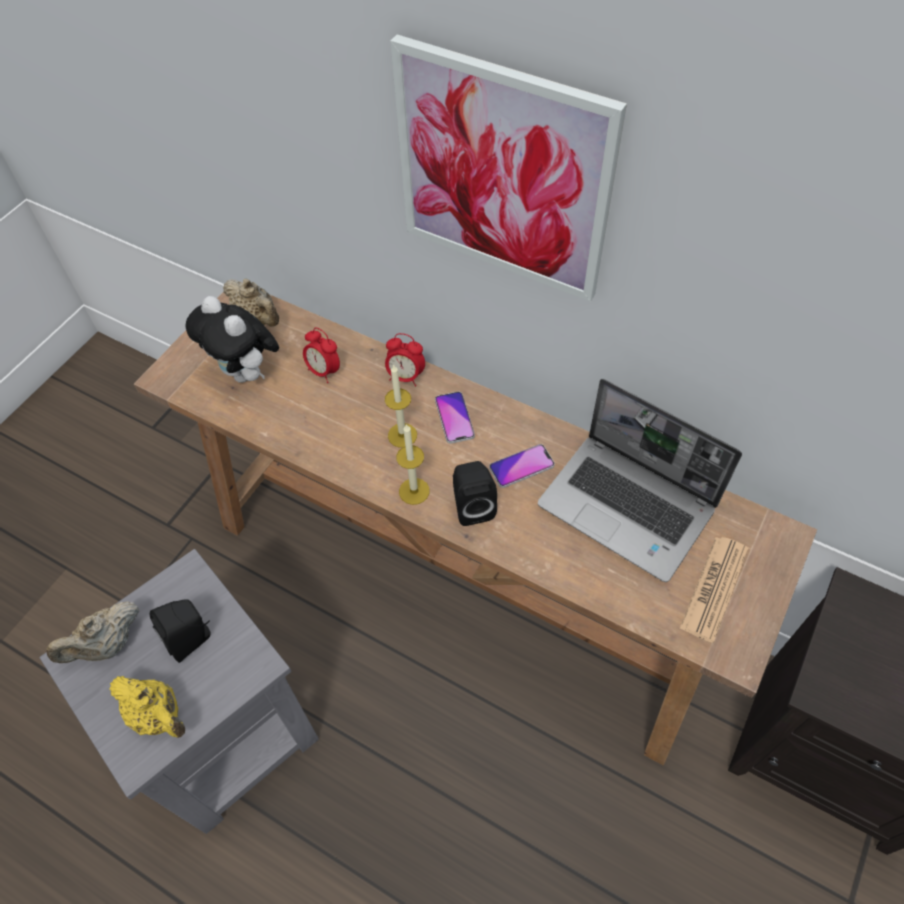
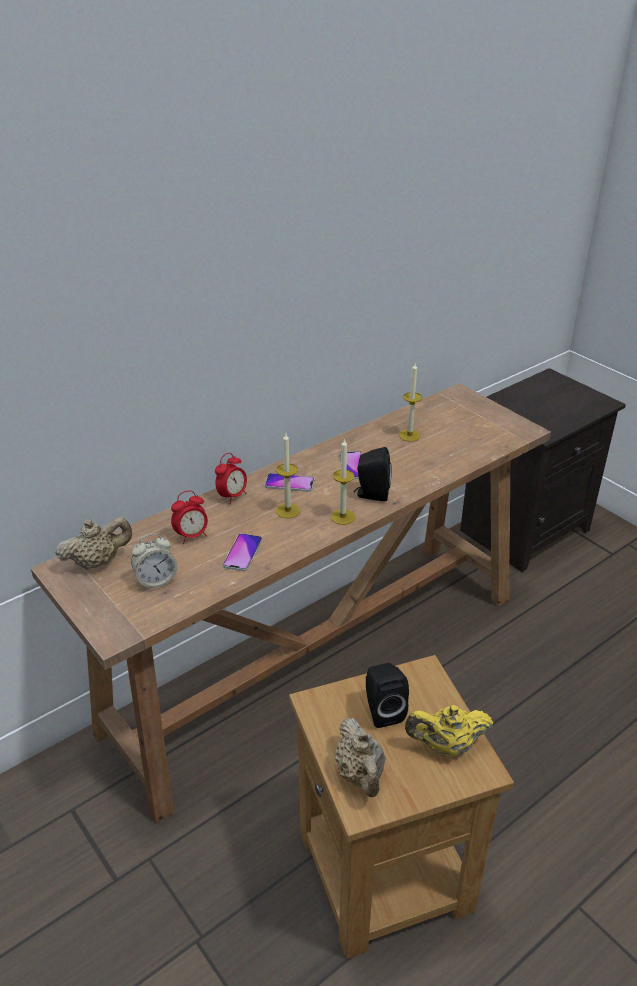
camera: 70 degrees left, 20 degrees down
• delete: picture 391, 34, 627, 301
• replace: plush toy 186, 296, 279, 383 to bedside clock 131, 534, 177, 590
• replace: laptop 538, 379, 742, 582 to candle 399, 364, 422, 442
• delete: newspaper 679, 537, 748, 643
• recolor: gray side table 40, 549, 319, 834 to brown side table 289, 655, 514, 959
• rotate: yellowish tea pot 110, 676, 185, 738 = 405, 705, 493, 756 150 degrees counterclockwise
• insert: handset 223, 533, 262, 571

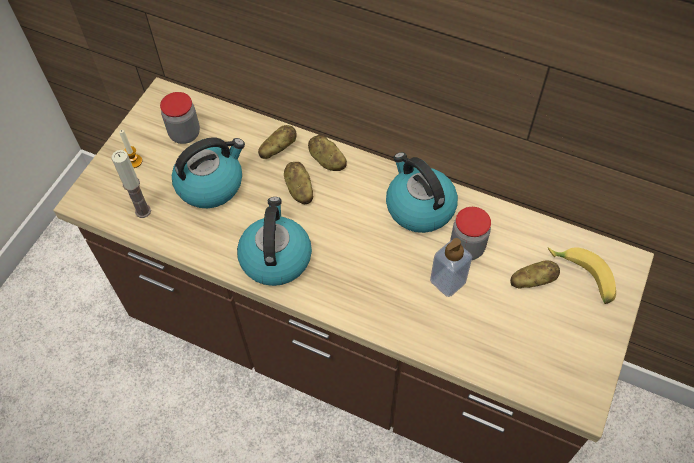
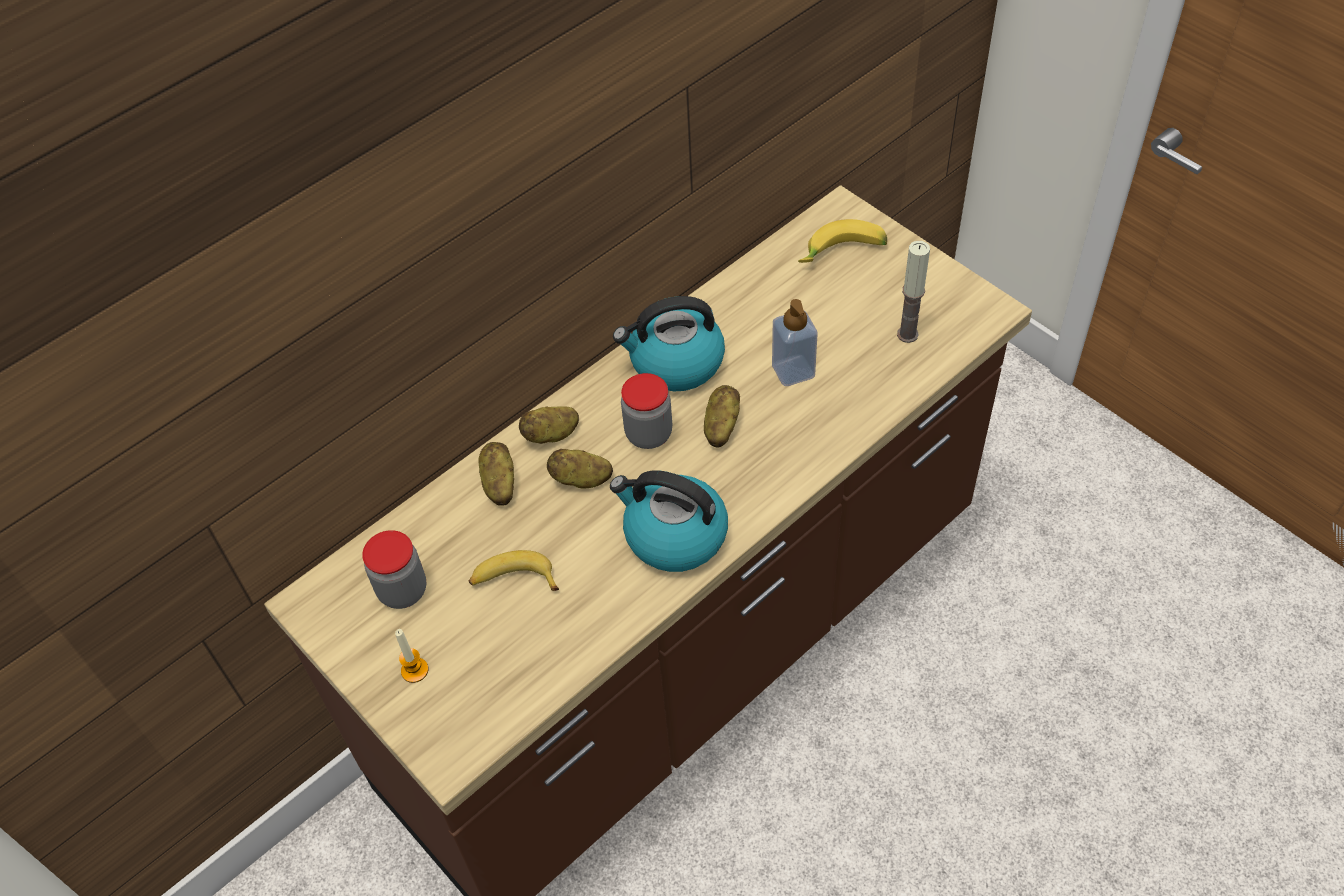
camera: 65 degrees left, 5 degrees down
• replace: kettle 172, 137, 245, 208 to banana 469, 550, 559, 591
• move: candle 112, 150, 151, 218 to 897, 241, 930, 343
• move: preserve jar 450, 207, 491, 260 to 621, 373, 672, 449
• move: spud 510, 260, 560, 288 to 704, 385, 740, 448

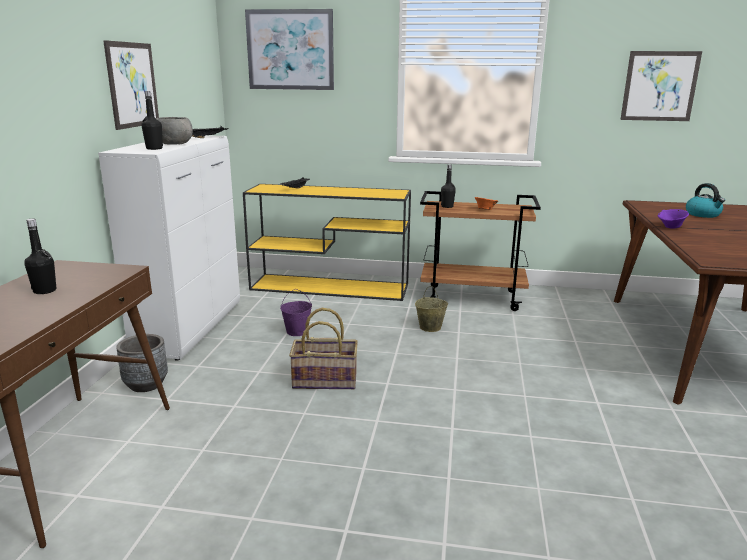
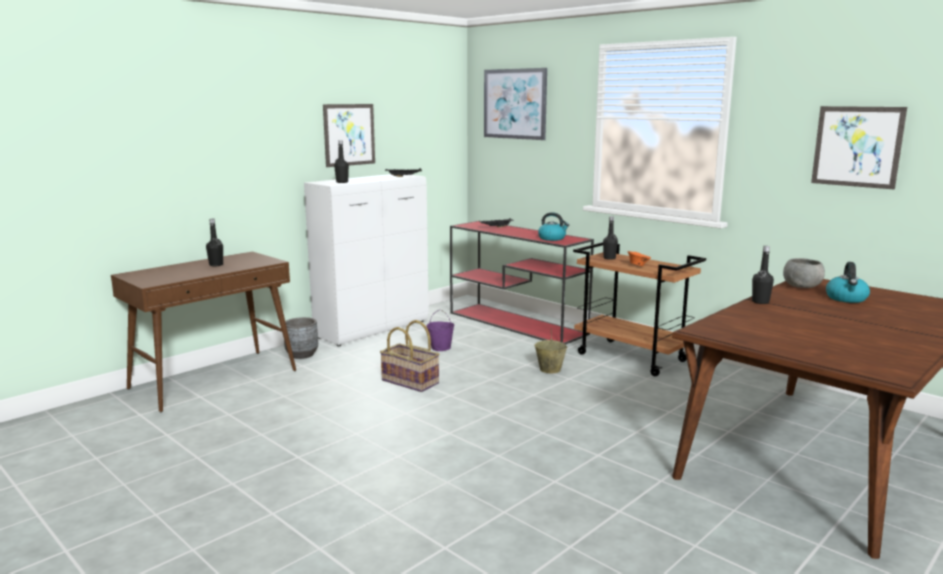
camera: 35 degrees right, 5 degrees down
• move: gray bowl 157, 117, 193, 145 to 783, 258, 825, 288
• recolor: yellowish hall table 243, 184, 411, 301 to red hall table 450, 221, 594, 345
• replace: purple-coloured bowl 658, 209, 689, 229 to blackish drink bottle 752, 246, 774, 304
• insert: kettle 538, 212, 569, 241

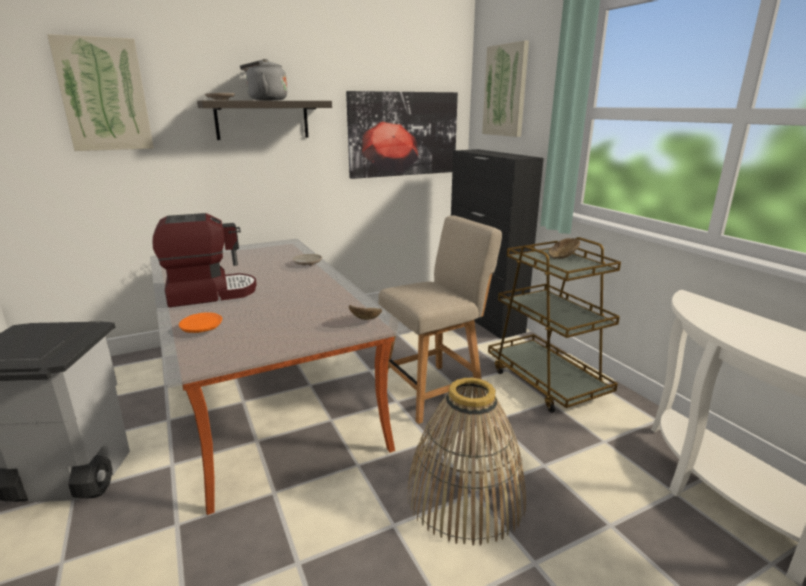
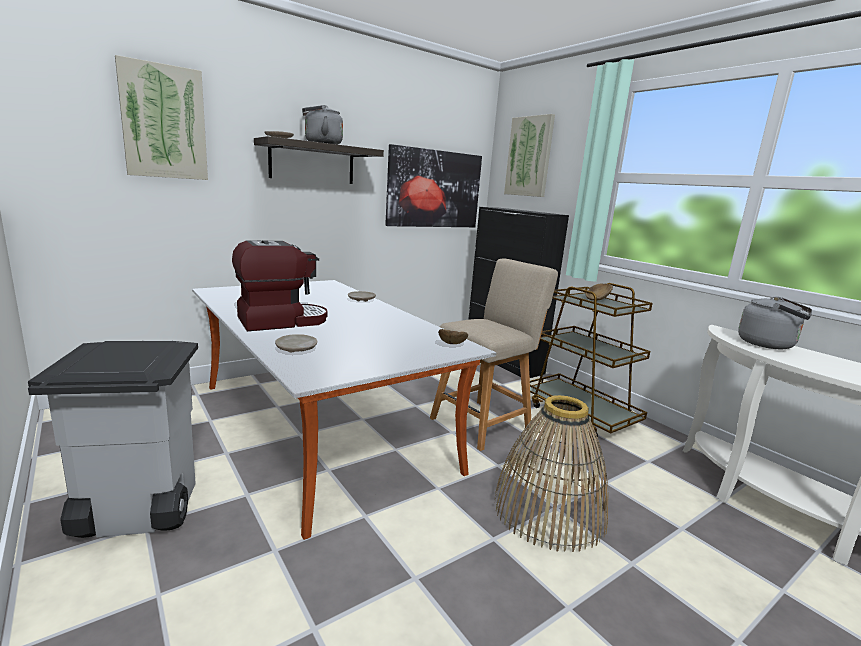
camera: 10 degrees left, 5 degrees down
• recolor: orange-coloured plate 179, 312, 222, 333 to beige plate 275, 334, 318, 352
• insert: gray kettle 738, 296, 812, 349

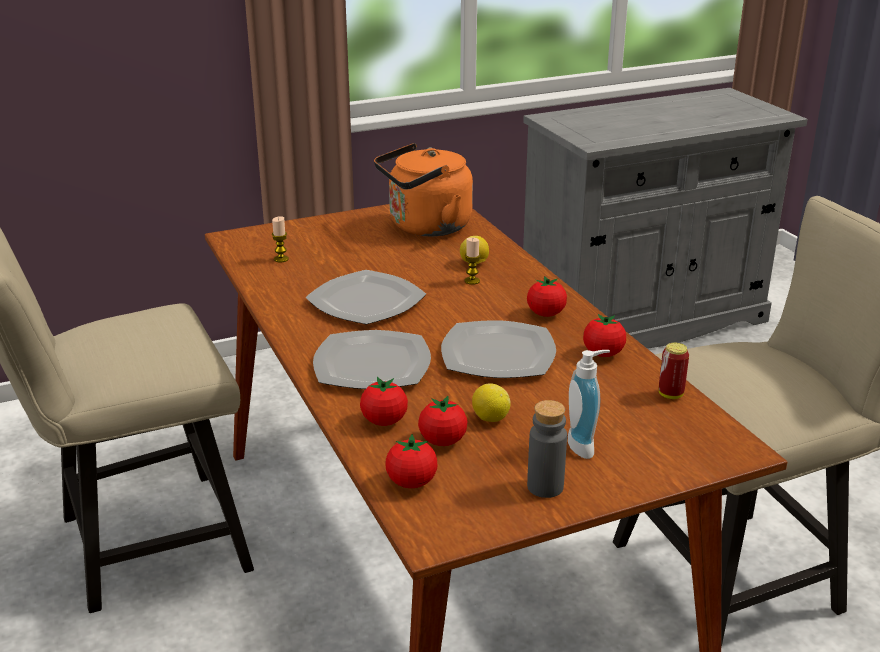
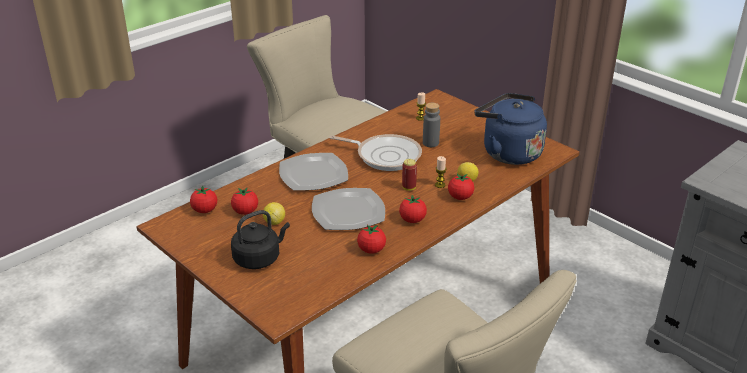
camera: 70 degrees right, 5 degrees up
• recolor: orange-coloured kettle 374, 143, 473, 236 to bluish kettle 475, 93, 547, 165
• replace: plate 306, 270, 426, 325 to pan 329, 134, 422, 171
• move: metal can 659, 343, 689, 399 to 402, 159, 417, 191
• replace: liquid soap bottle 568, 350, 610, 459 to blackish kettle 231, 210, 290, 269
• move: tomato 360, 377, 408, 426 to 448, 174, 474, 200
• move: gray drink bottle 527, 400, 567, 498 to 423, 103, 440, 147

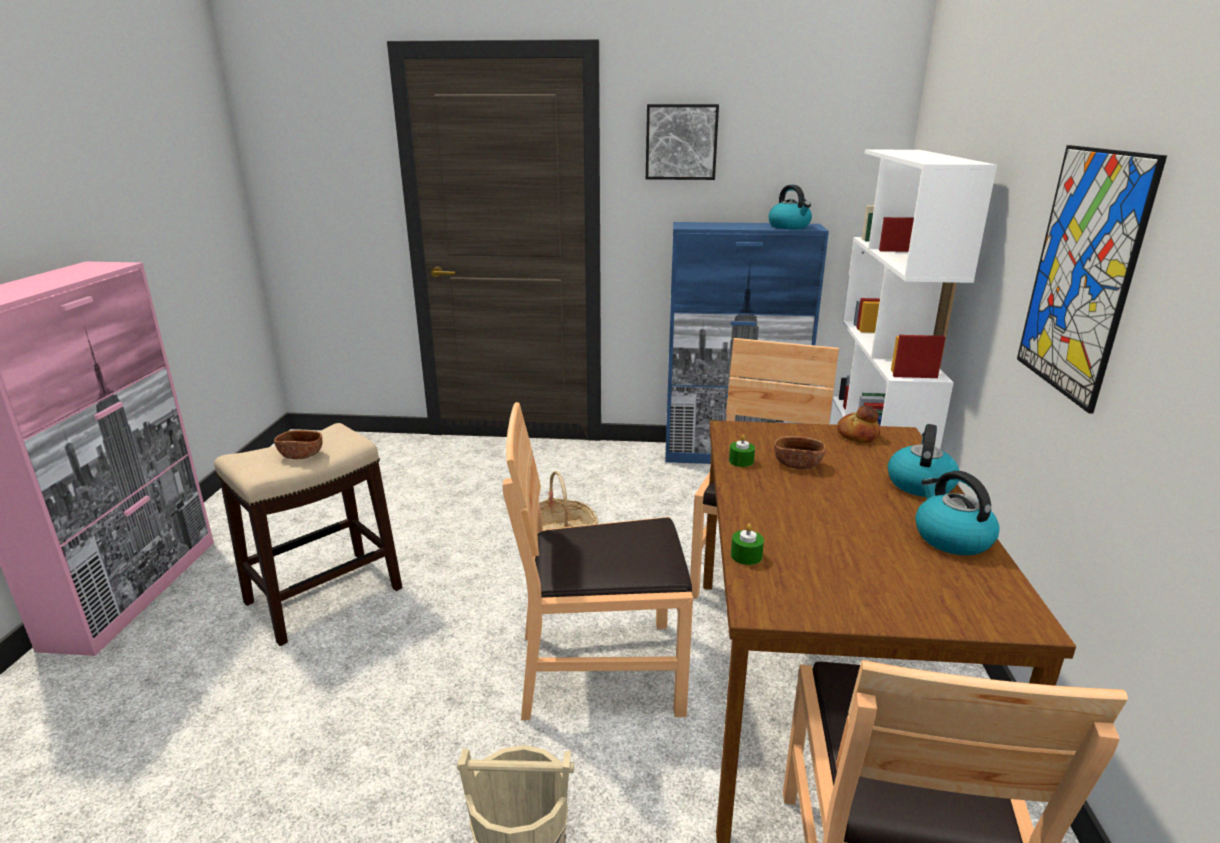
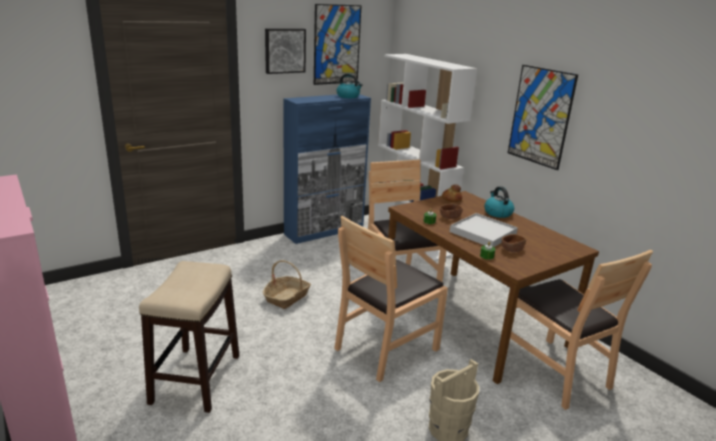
camera: 40 degrees left, 0 degrees up
• move: brown bowl 274, 430, 322, 459 to 501, 234, 526, 252
• delete: kettle 915, 471, 1000, 555
• insert: picture 314, 4, 362, 85
• insert: whitish serving tray 450, 213, 518, 247

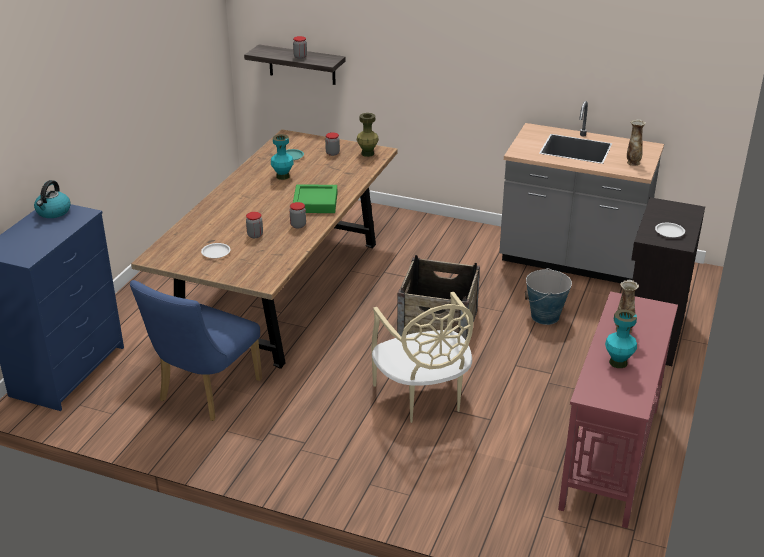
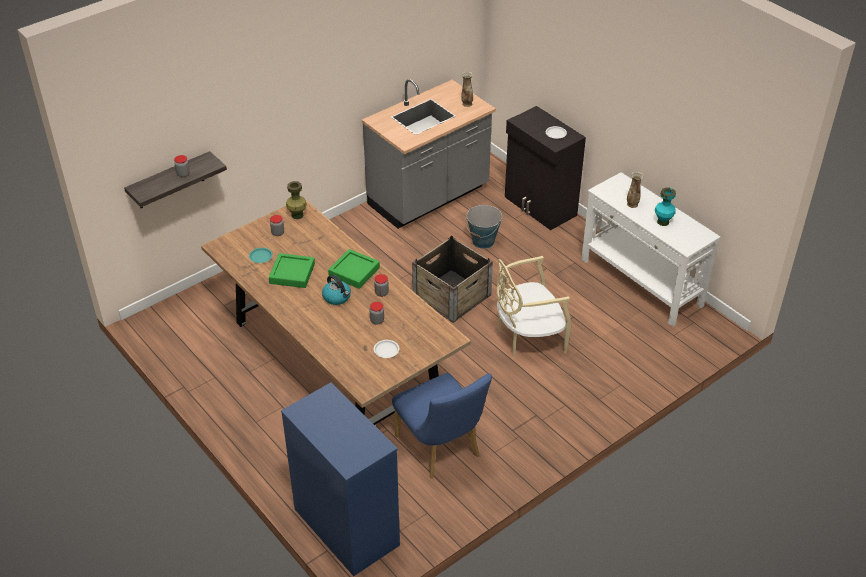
camera: 60 degrees left, 10 degrees up
• replace: turquoise-coloured vase 271, 134, 294, 180 to green serving tray 269, 253, 315, 288
• move: kettle 34, 180, 71, 218 to 322, 275, 351, 305
• recolor: red hall table 558, 291, 678, 528 to whitish hall table 581, 172, 721, 327
• rotate: beige chair 371, 292, 473, 423 = 496, 256, 571, 357 150 degrees clockwise

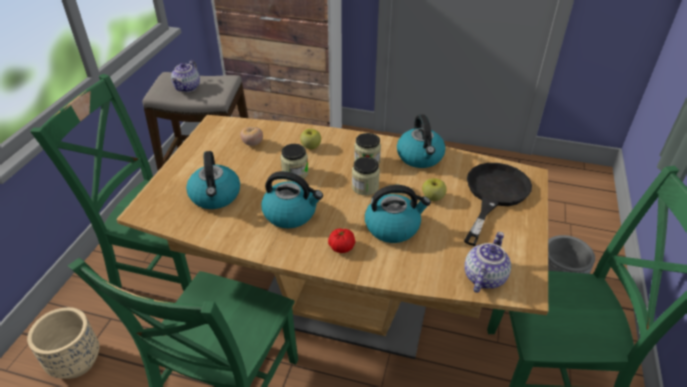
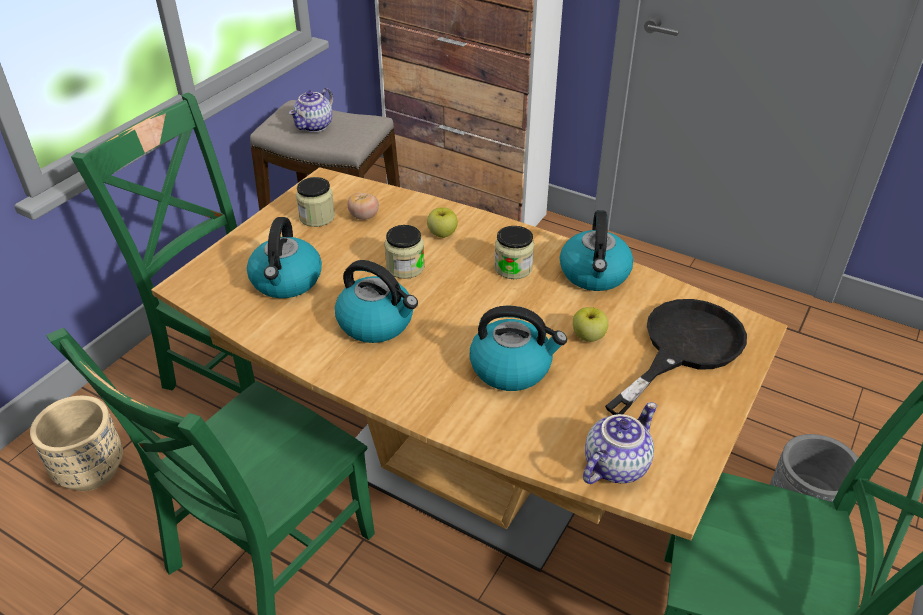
camera: 15 degrees right, 0 degrees up
• move: preserve jar 352, 157, 380, 195 to 296, 177, 335, 227
• delete: tomato 328, 228, 355, 253

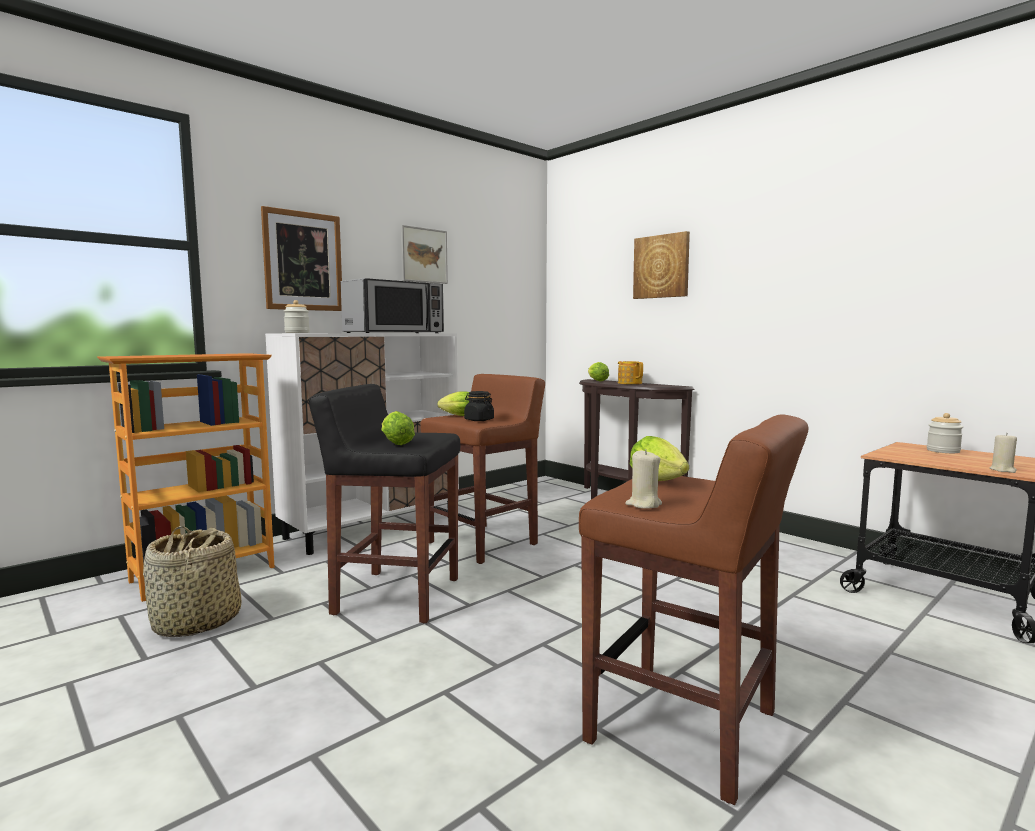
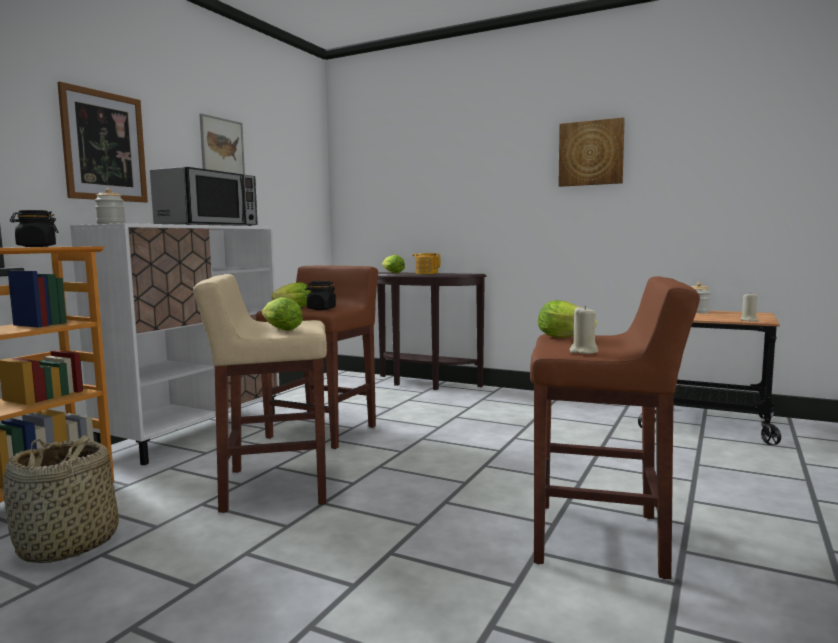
camera: 20 degrees left, 0 degrees up
• move: picture 633, 231, 690, 299 to 558, 117, 625, 187
• recolor: blackish stool 309, 384, 460, 623 to beige stool 193, 274, 327, 513
• insert: blackish preserve jar 10, 210, 58, 247

